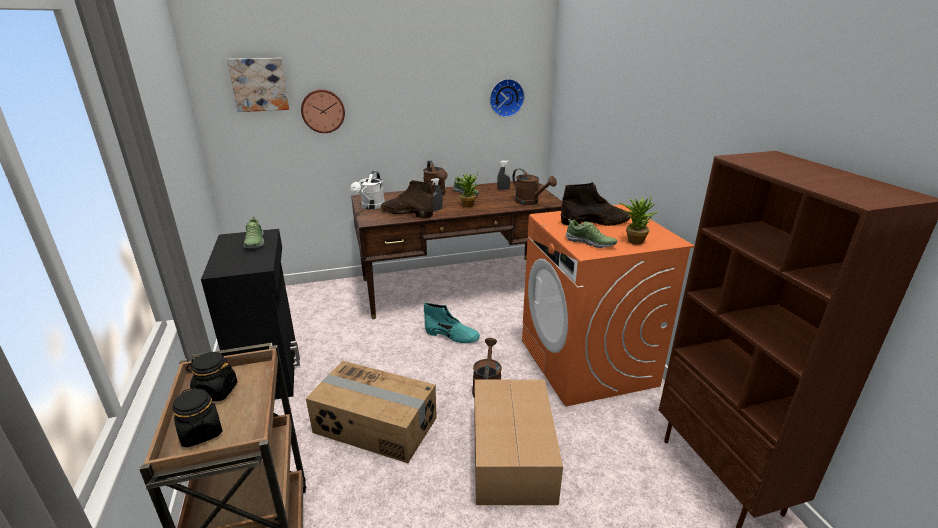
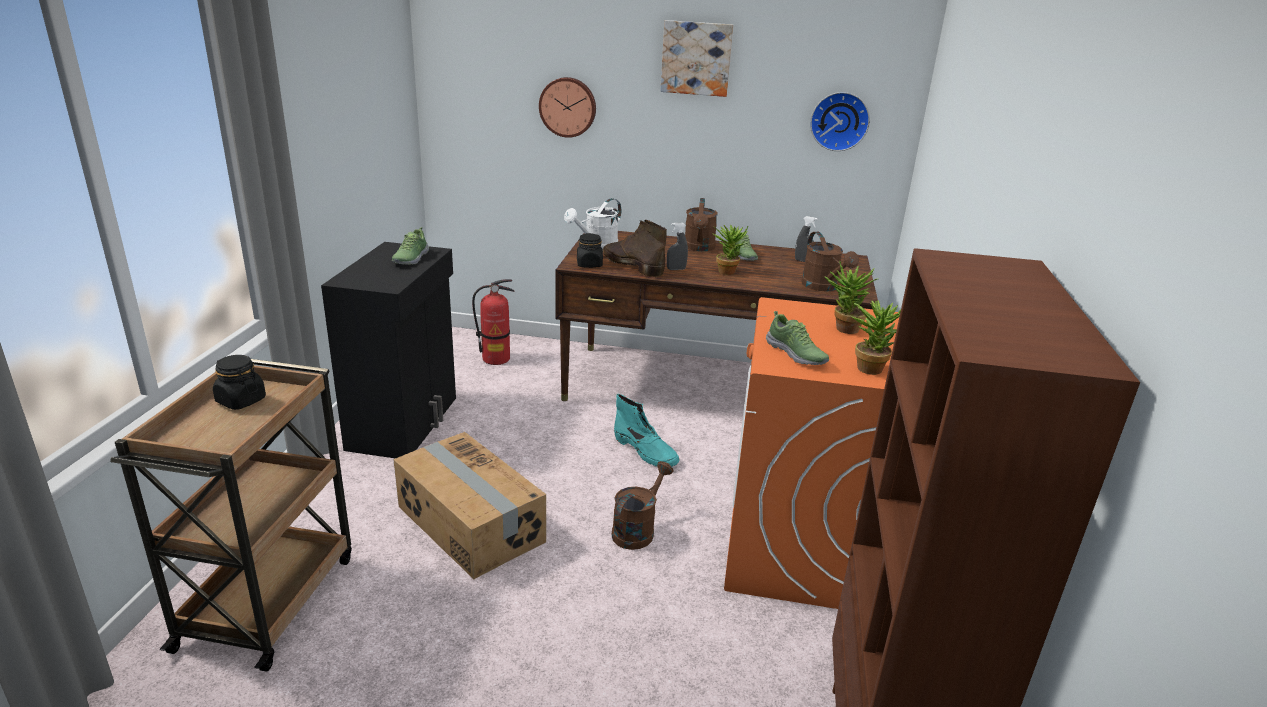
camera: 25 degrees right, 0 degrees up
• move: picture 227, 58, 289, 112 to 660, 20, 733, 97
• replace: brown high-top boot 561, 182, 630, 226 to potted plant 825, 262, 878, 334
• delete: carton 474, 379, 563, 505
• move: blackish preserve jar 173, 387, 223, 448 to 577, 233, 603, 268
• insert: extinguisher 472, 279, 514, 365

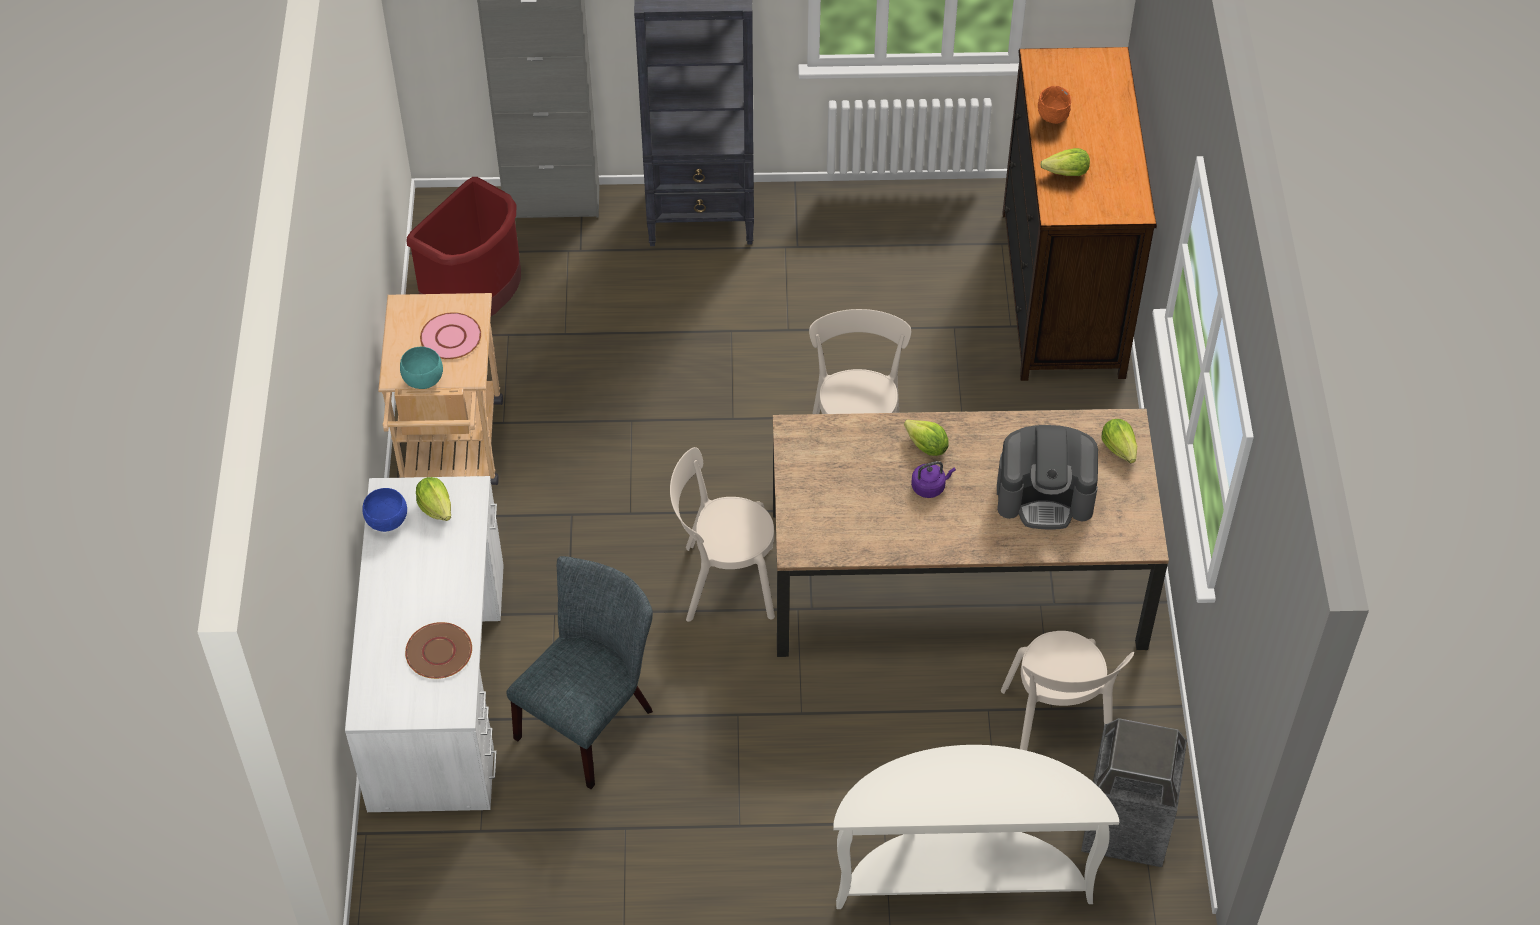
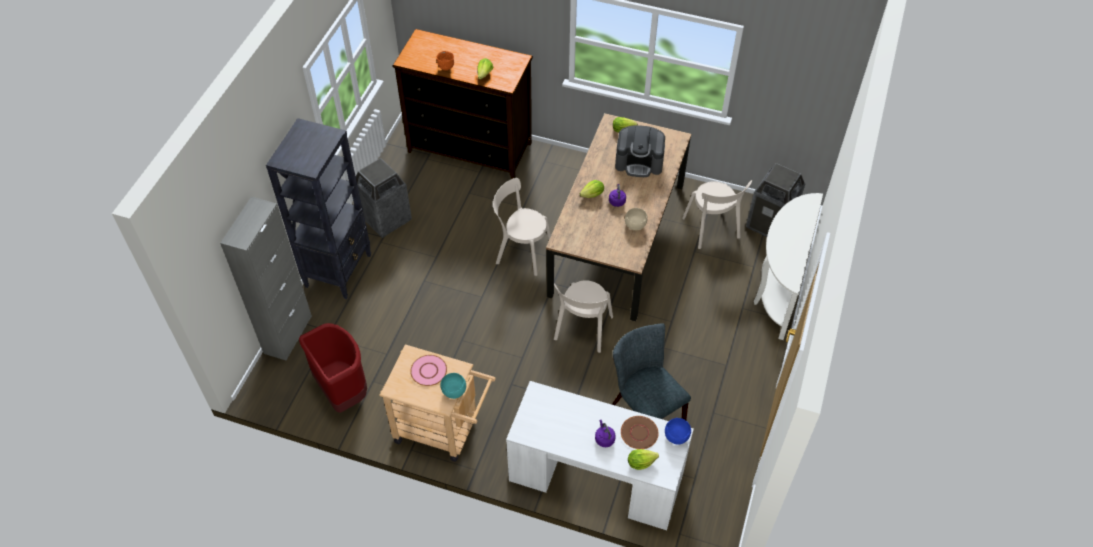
camera: 70 degrees left, 0 degrees up
• rotate: coffee brewer 997, 425, 1098, 530 = 615, 125, 665, 177 75 degrees clockwise
• move: lettuce 416, 477, 451, 521 to 628, 449, 659, 470
• move: bluish bowl 362, 488, 407, 532 to 665, 418, 691, 445
• rotate: beige chair 1001, 631, 1134, 751 = 682, 180, 752, 249 60 degrees clockwise
• insert: rubbish bin 356, 158, 412, 238
• insert: beige bowl 625, 208, 648, 230
• insert: purple-coloured kettle 595, 420, 616, 447

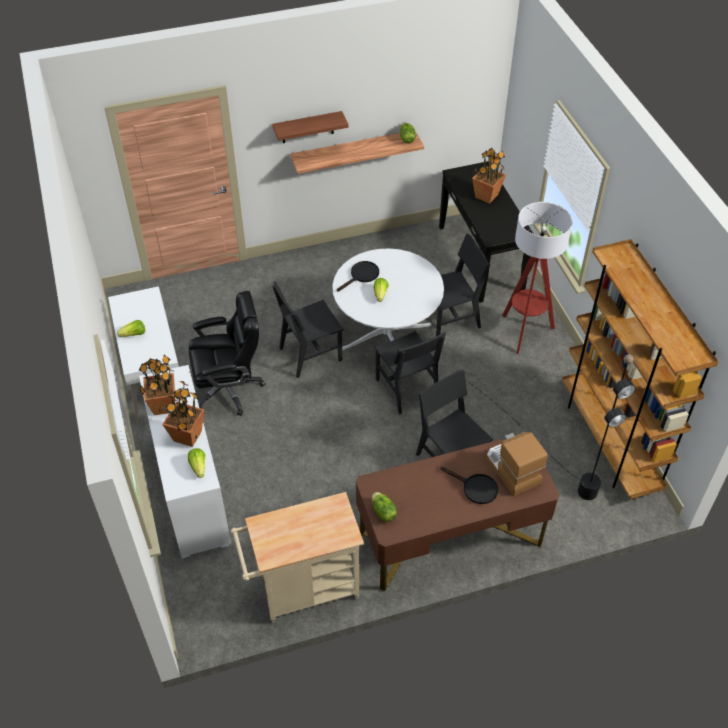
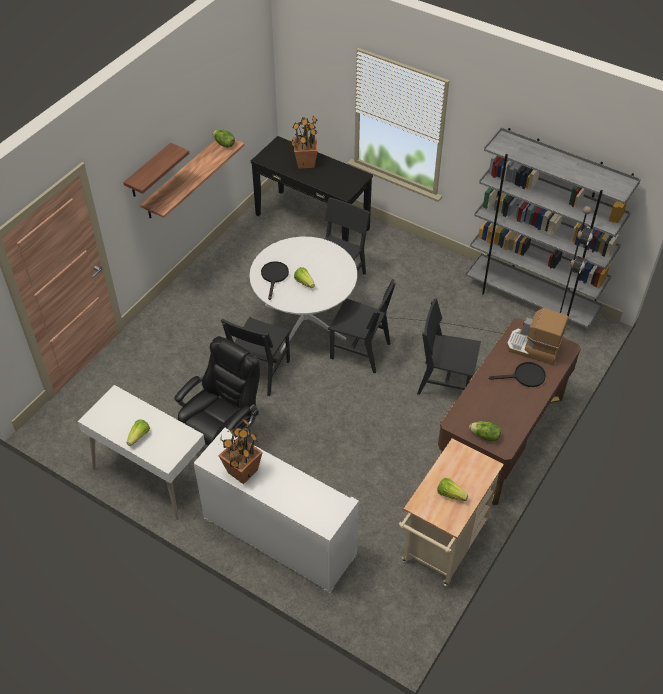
camera: 40 degrees left, 0 degrees up
• delete: standard lamp 502, 202, 572, 354
• recolor: brown shelving unit 562, 239, 719, 499 to gray shelving unit 466, 127, 641, 328
• delete: potted plant 160, 381, 204, 447
• move: lettuce 188, 448, 205, 478 to 437, 478, 468, 501

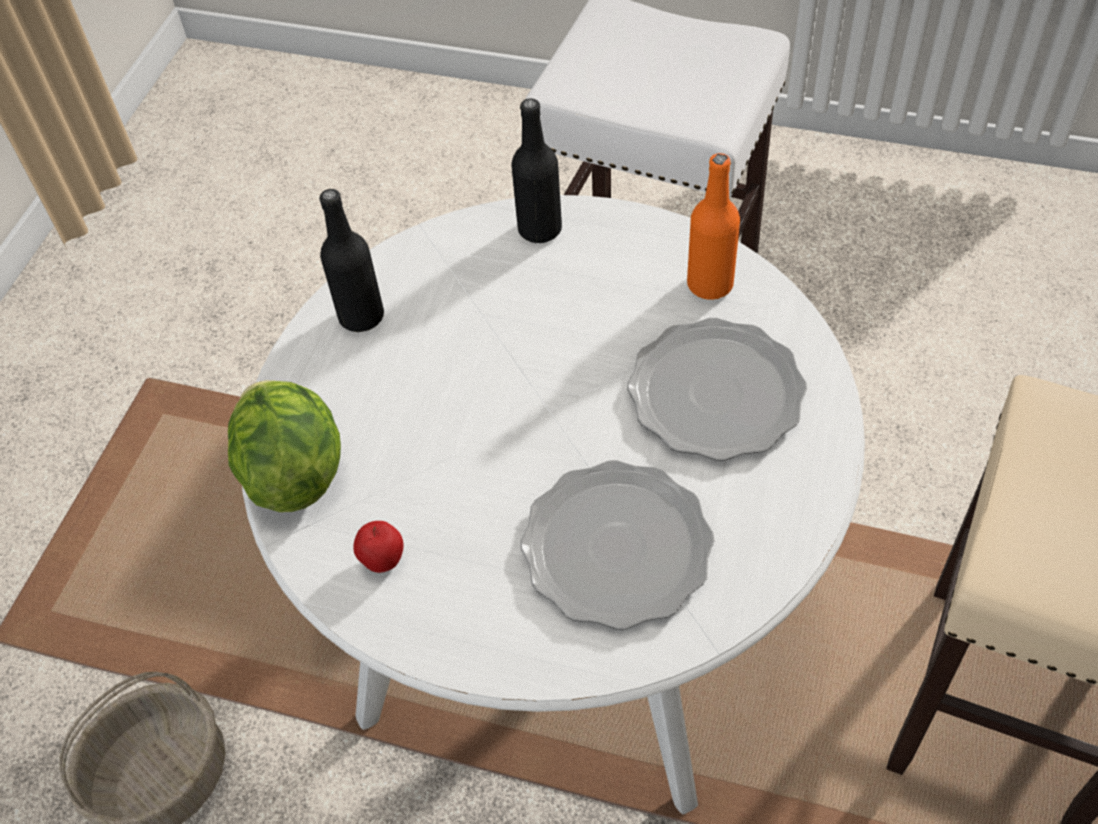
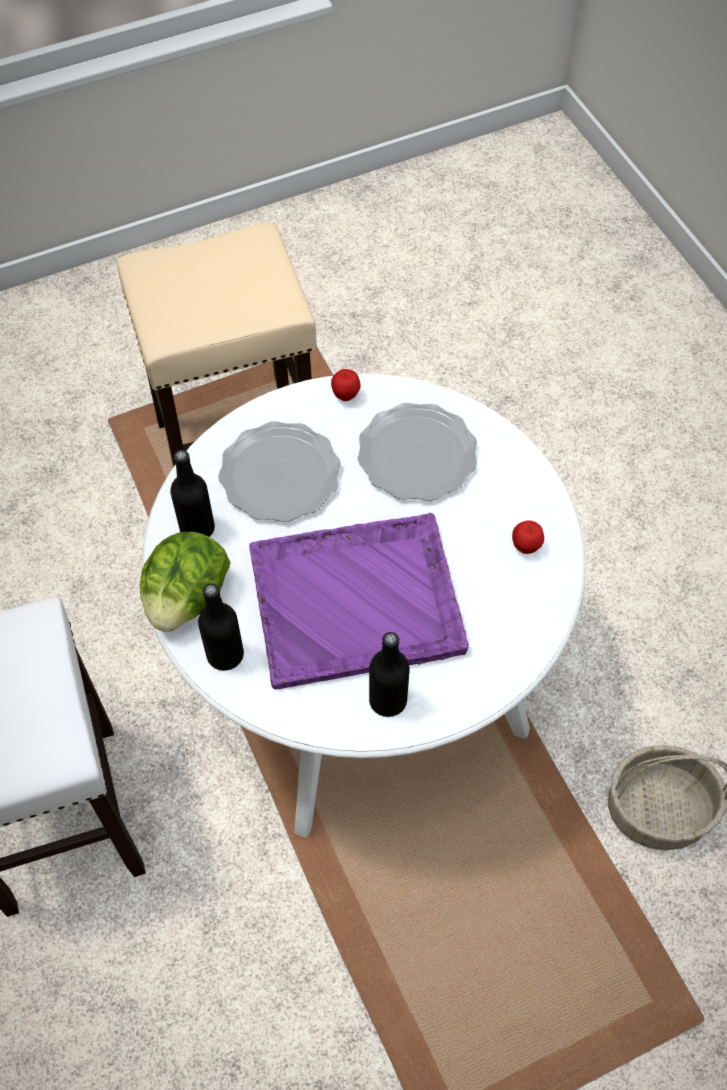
camera: 135 degrees left, 5 degrees up
• recolor: orange-coloured drink bottle 687, 153, 740, 300 to blackish drink bottle 170, 450, 215, 537
• move: lettuce 228, 380, 341, 512 to 140, 532, 231, 632
• insert: whole apple 331, 369, 361, 401
• insert: purple-coloured serving tray 249, 513, 469, 689

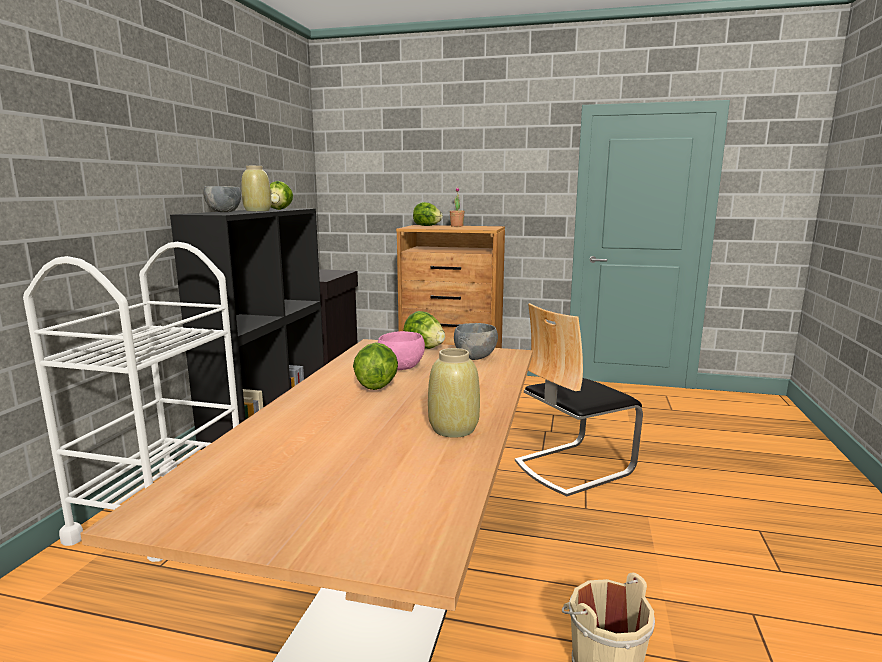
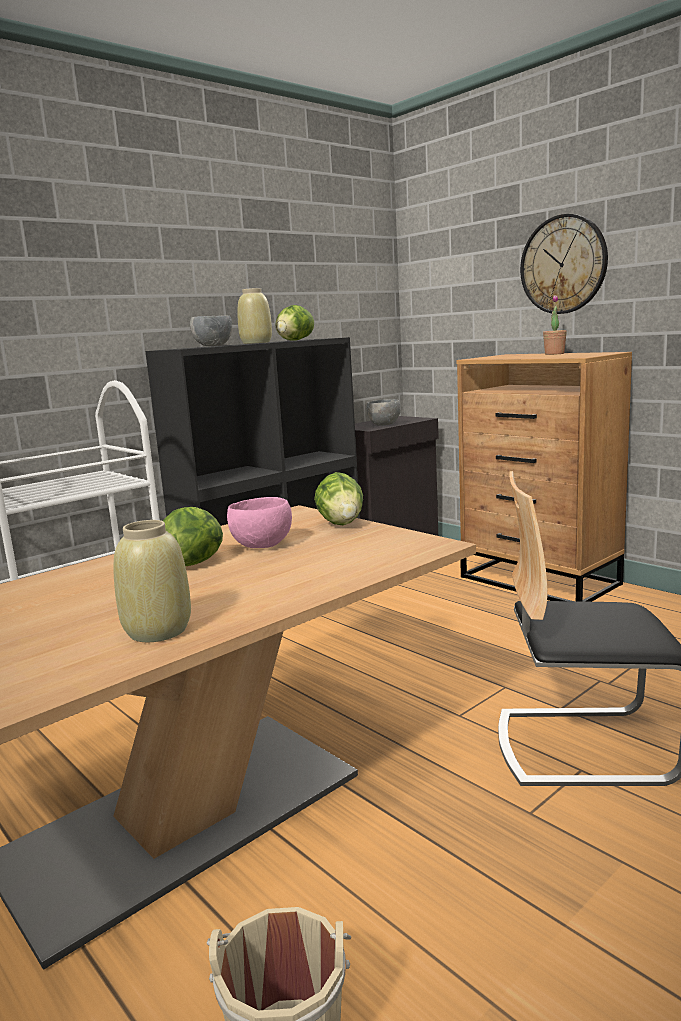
camera: 35 degrees right, 0 degrees up
• delete: lettuce 413, 202, 442, 226
• move: gray bowl 454, 323, 498, 360 to 367, 399, 401, 426
• insert: hanging clock 520, 214, 608, 314

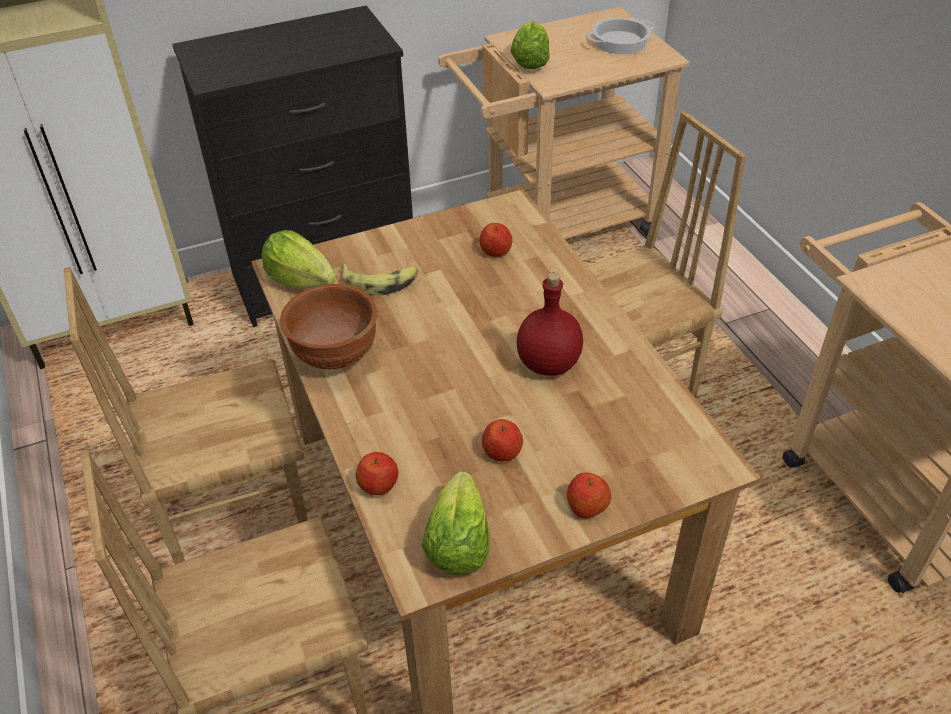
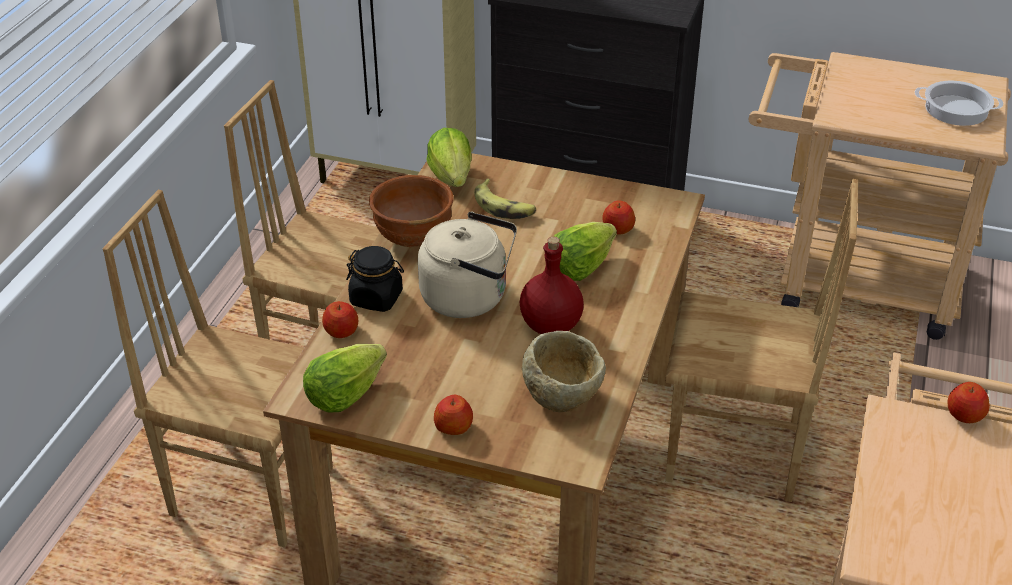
camera: 40 degrees right, 5 degrees down
• move: lettuce 510, 21, 550, 69 to 553, 222, 617, 281
• move: whole apple 482, 419, 523, 461 to 947, 382, 990, 423
• insert: beige kettle 418, 212, 517, 318
• insert: blackish preserve jar 346, 246, 404, 312
• insert: beige bowl 522, 331, 606, 412

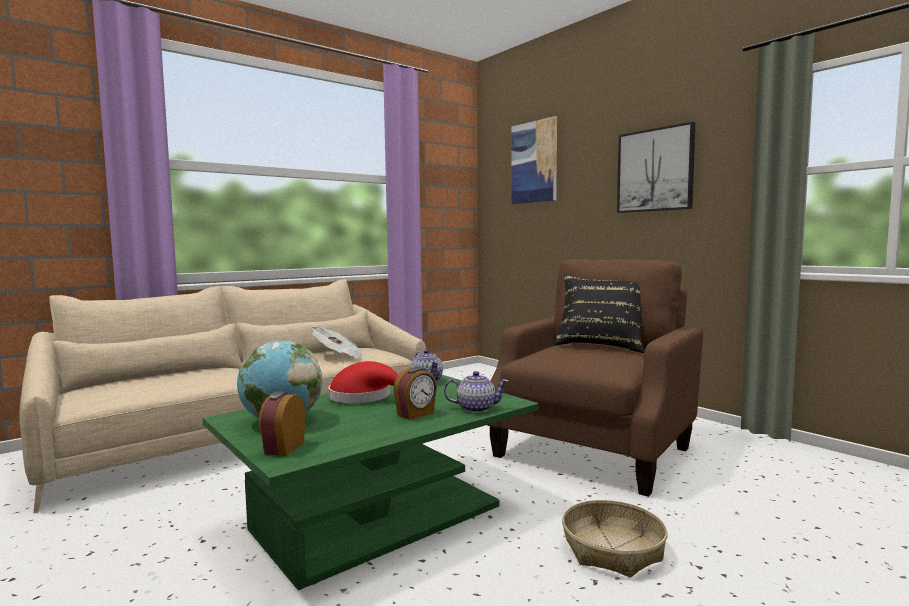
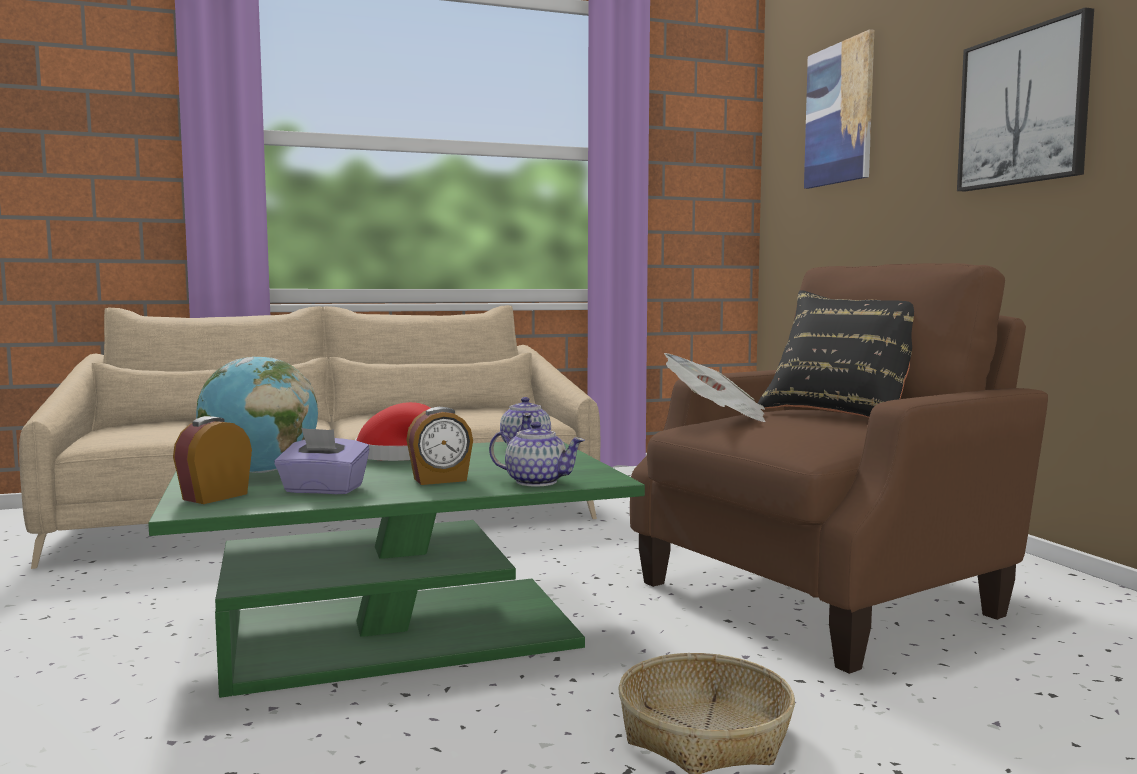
camera: 20 degrees right, 0 degrees up
• move: newspaper 311, 326, 362, 359 to 664, 353, 765, 422
• insert: purple-coloured tissue holder 274, 428, 370, 494

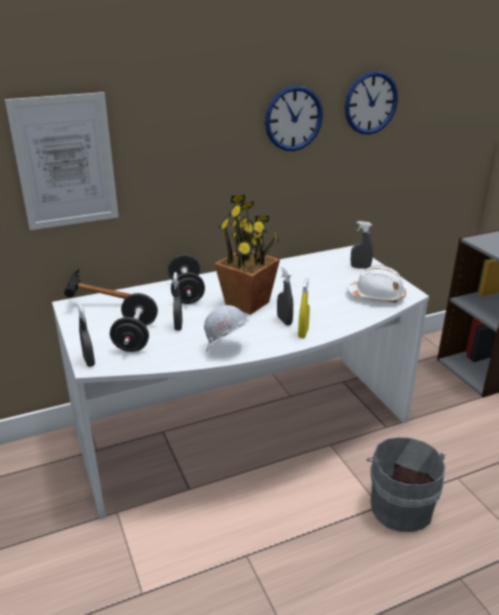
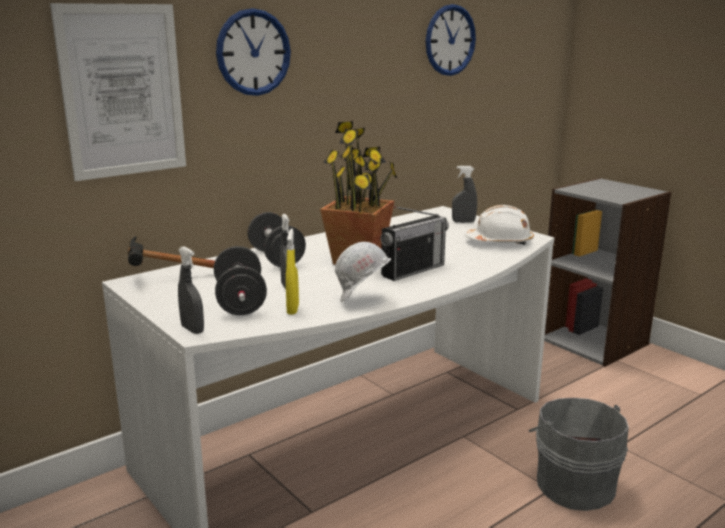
camera: 15 degrees left, 10 degrees down
• move: hanging clock 265, 85, 323, 151 to 216, 8, 291, 96
• replace: gray spray bottle 277, 266, 293, 326 to radio 380, 206, 449, 281
• move: yellowish spray bottle 298, 276, 310, 338 to 286, 229, 299, 315

